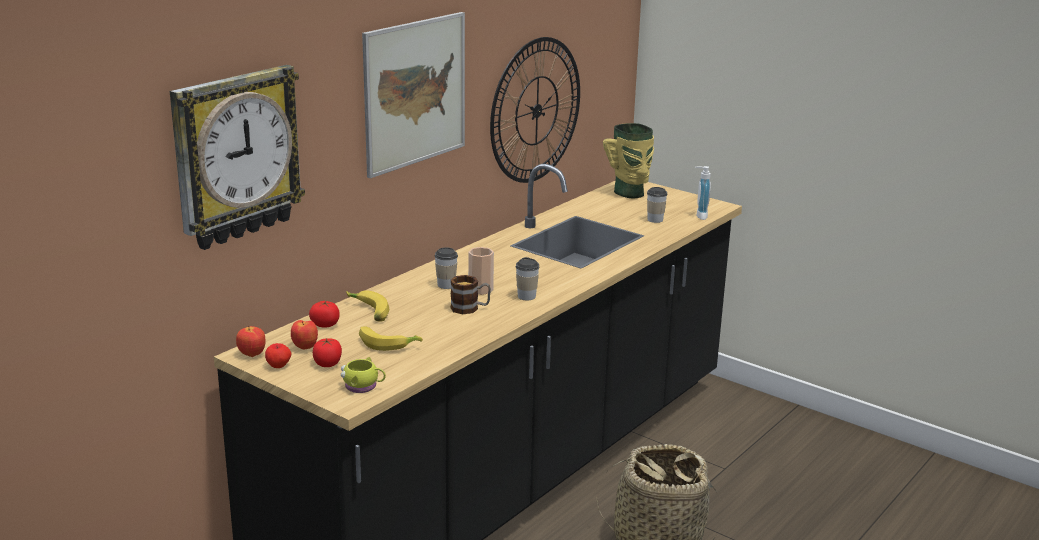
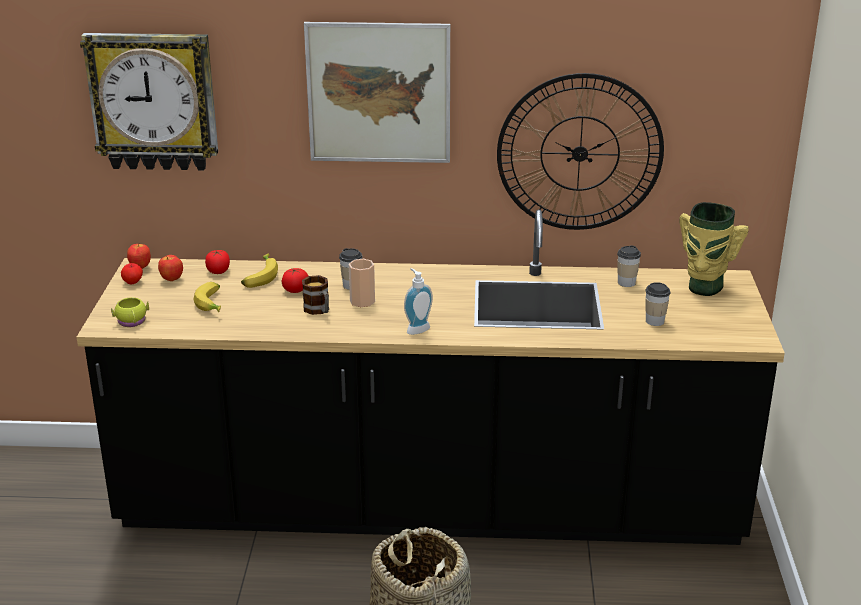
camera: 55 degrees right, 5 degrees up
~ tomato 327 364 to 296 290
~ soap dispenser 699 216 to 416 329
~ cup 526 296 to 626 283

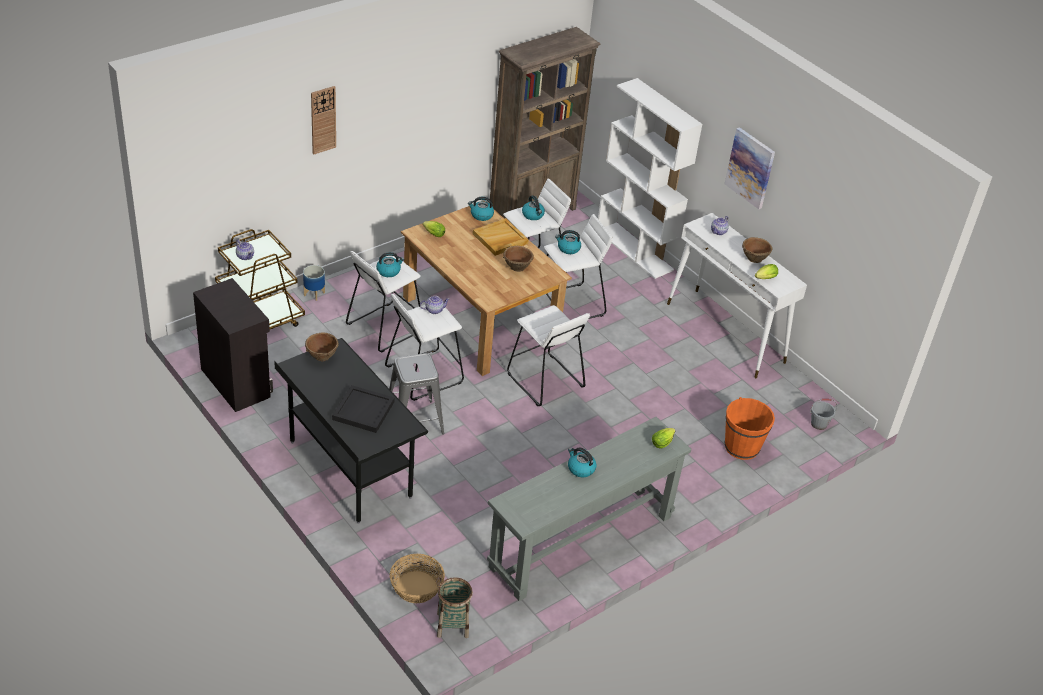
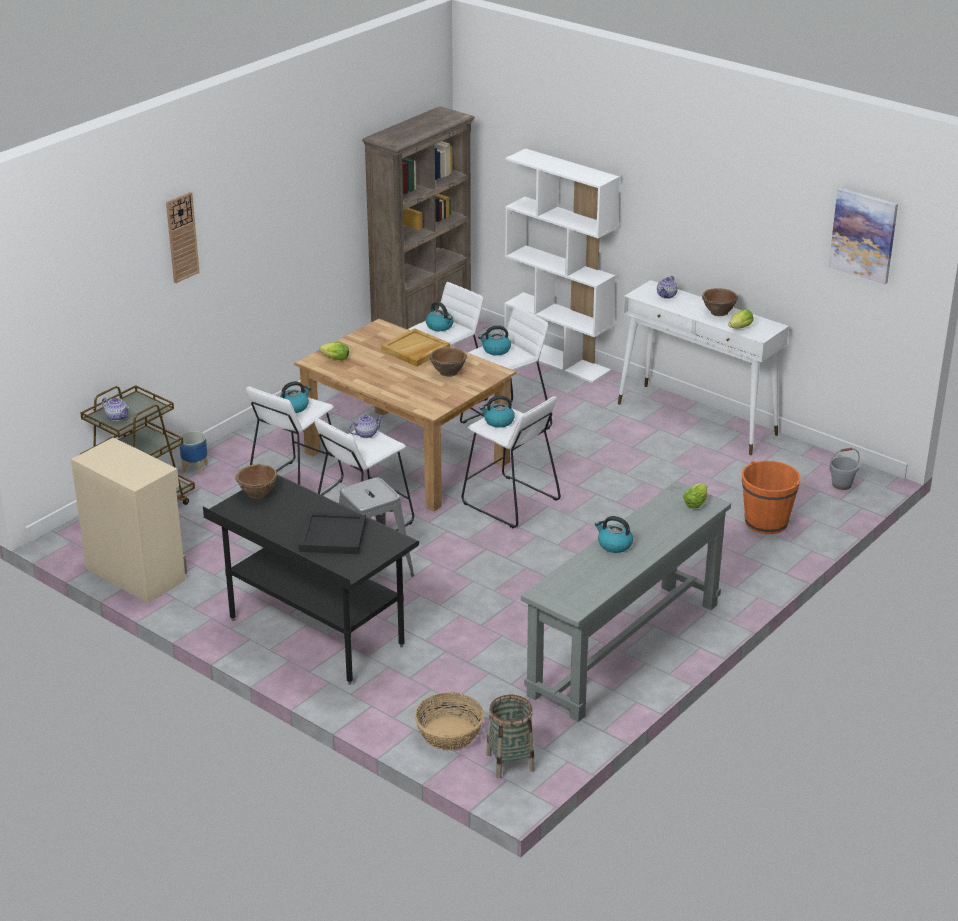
camera: 10 degrees left, 10 degrees down
~ cabinet (black) 236 382 to cabinet (beige) 136 573
~ kettle 481 215 to 498 421
~ picture 750 168 to 863 235

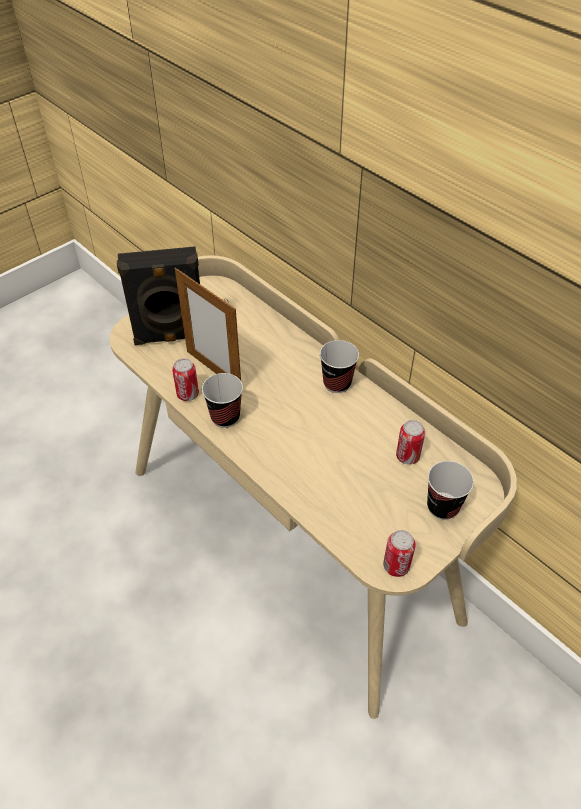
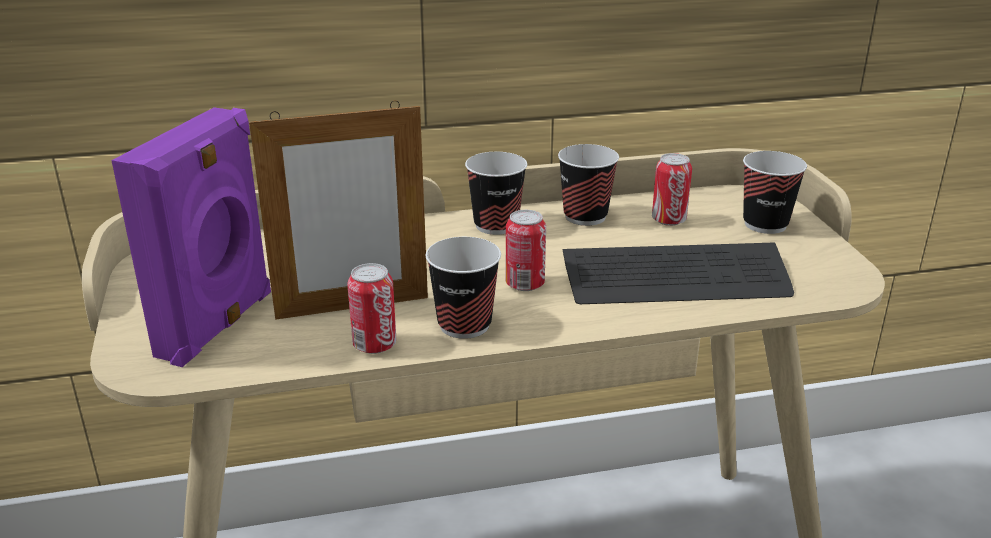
camera: 60 degrees left, 20 degrees down
~ speaker (black) 170 337 to speaker (purple) 219 325
~ can 396 566 to 525 284
+ cup 585 216
+ keyboard 675 278

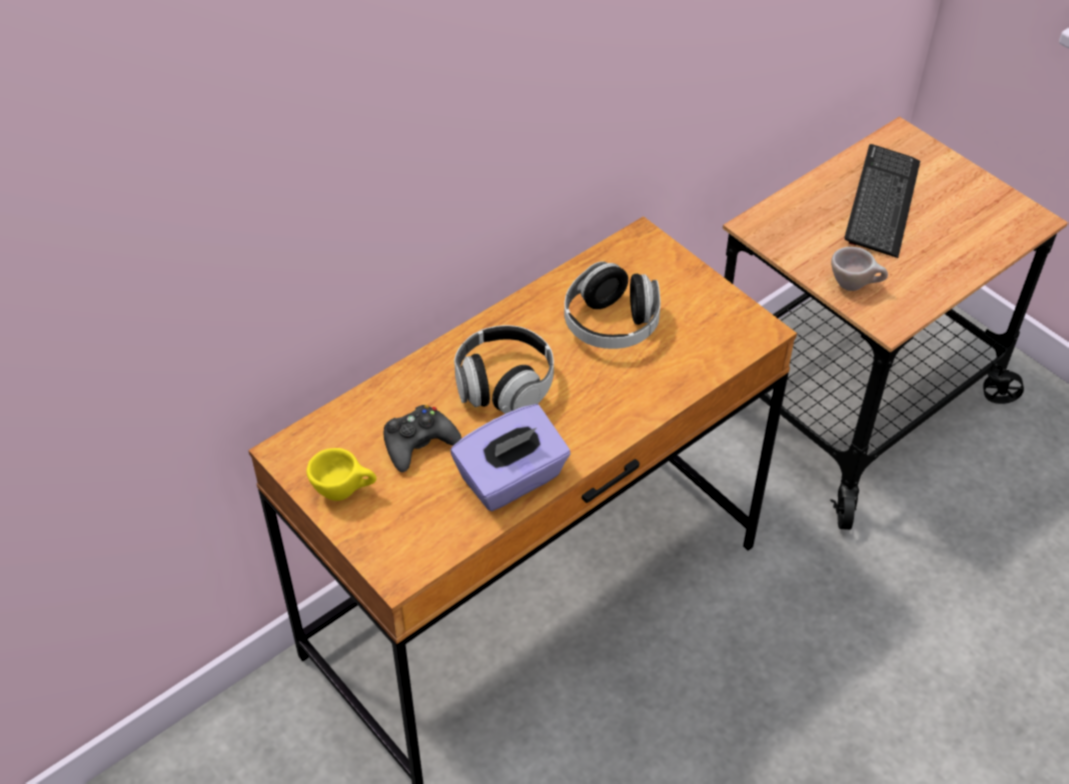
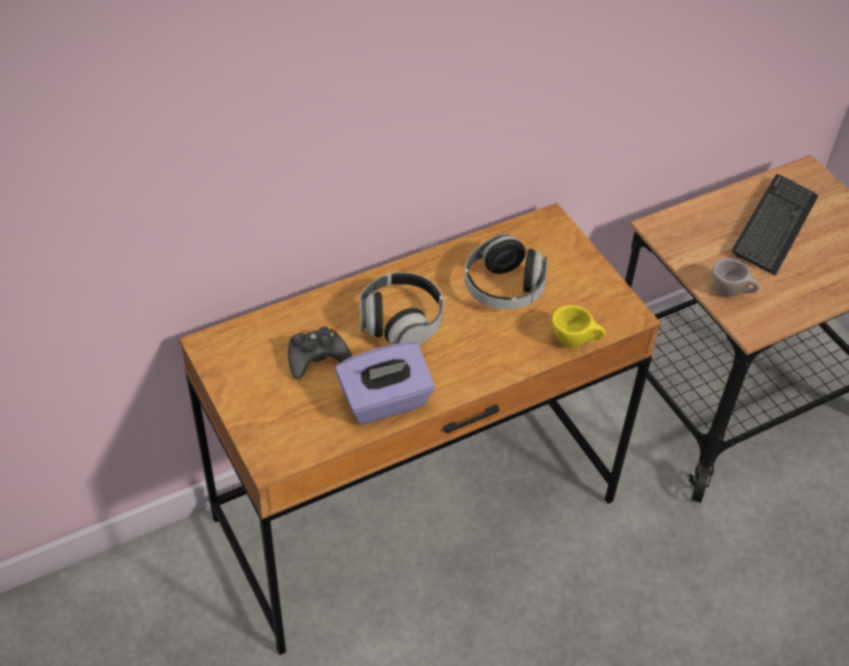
camera: 10 degrees right, 0 degrees up
~ cup (yellow) 345 491 to 575 341

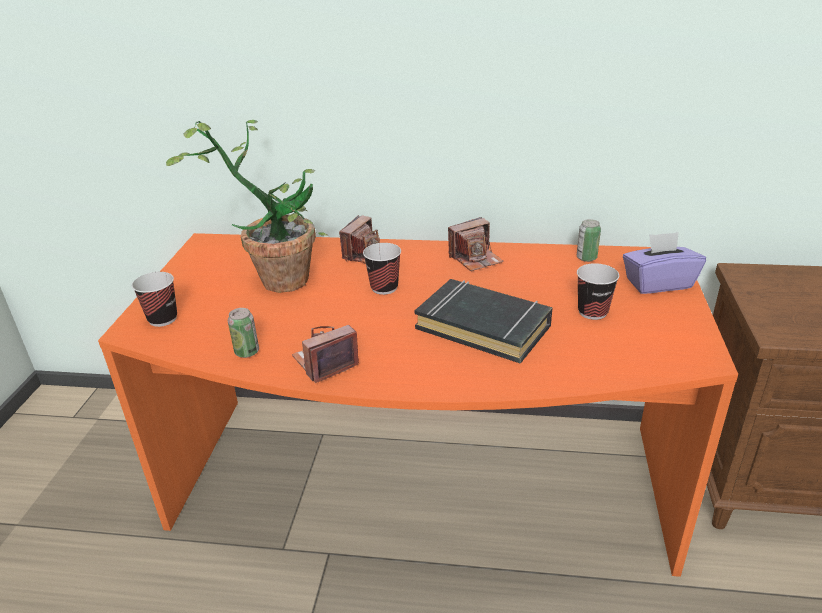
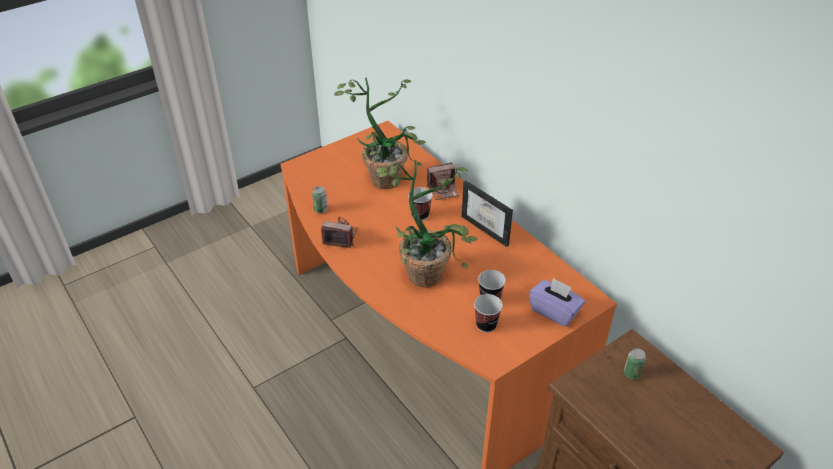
camera: 45 degrees right, 10 degrees up
~ book (black) 483 326 to potted plant 427 269
~ photo camera 475 258 to picture frame 489 228
~ cup 163 319 to 486 325
~ can 586 258 to 631 373

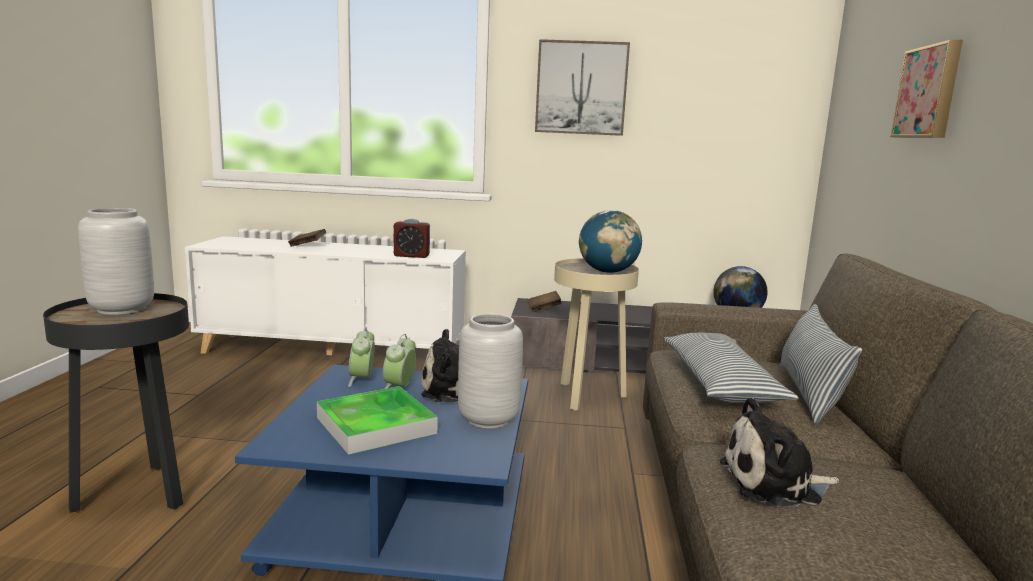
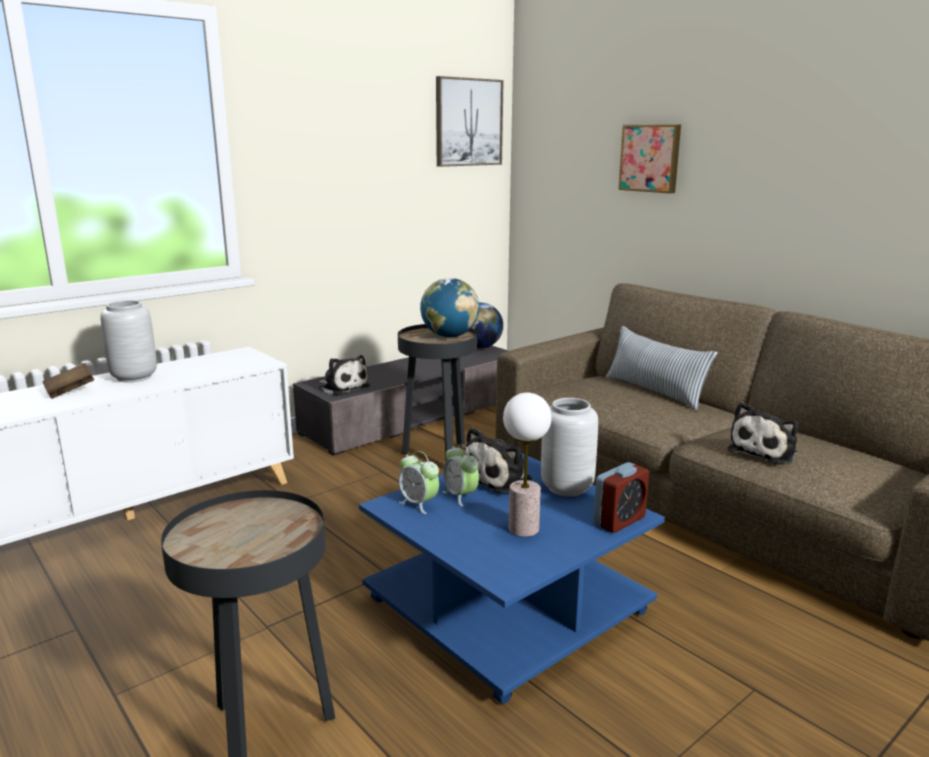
camera: 45 degrees left, 5 degrees up
~ vase (grey) 123 309 to 135 377
~ book (brown) 543 309 to plush toy 342 387
~ side table (beige) 587 397 to side table (black) 438 455
~ picture 581 88 to 468 122
~ tray 376 425 to table lamp 523 528
~ alarm clock 411 256 to 619 521
- pillow 720 383

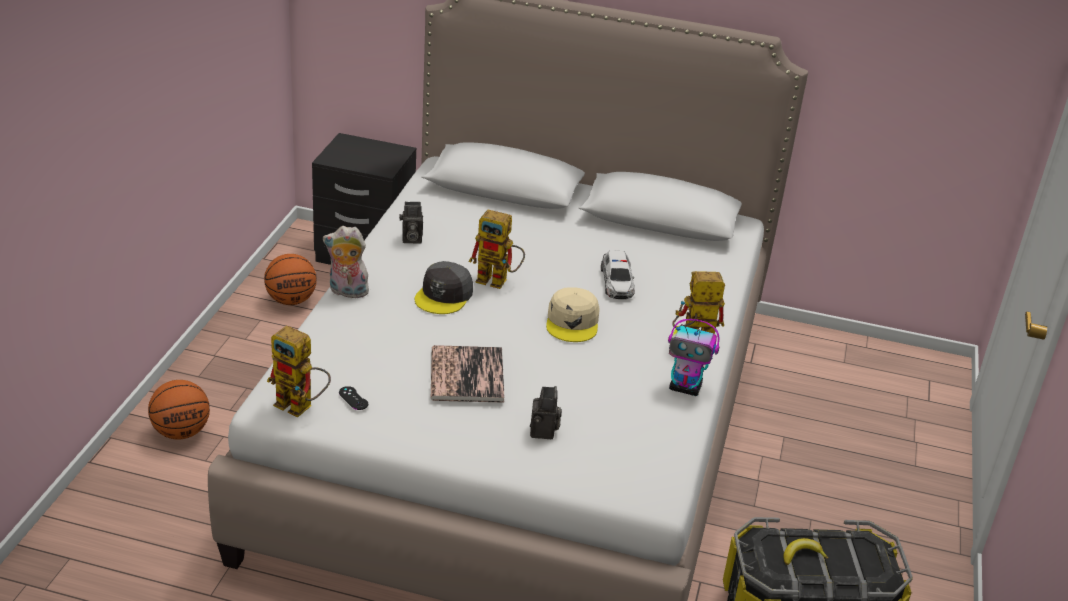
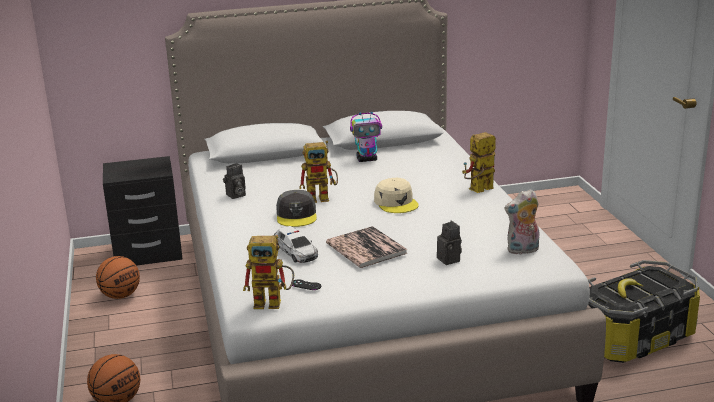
camera: 25 degrees left, 10 degrees down
~ toy car 617 282 to 296 252
~ toy robot 686 388 to 367 159
~ plush toy 347 292 to 522 250

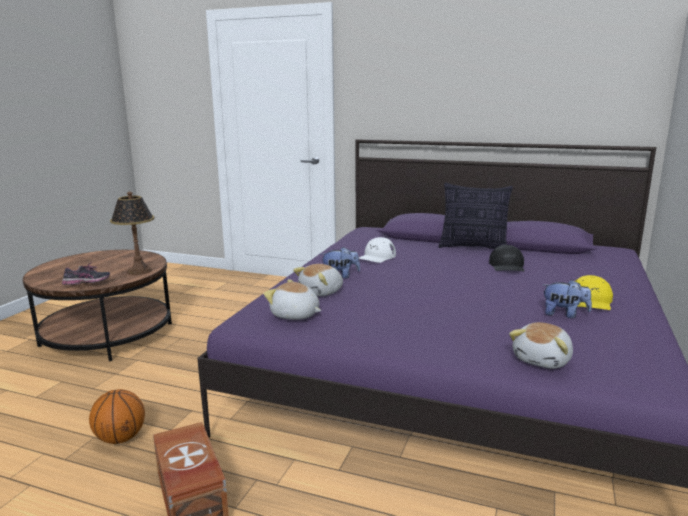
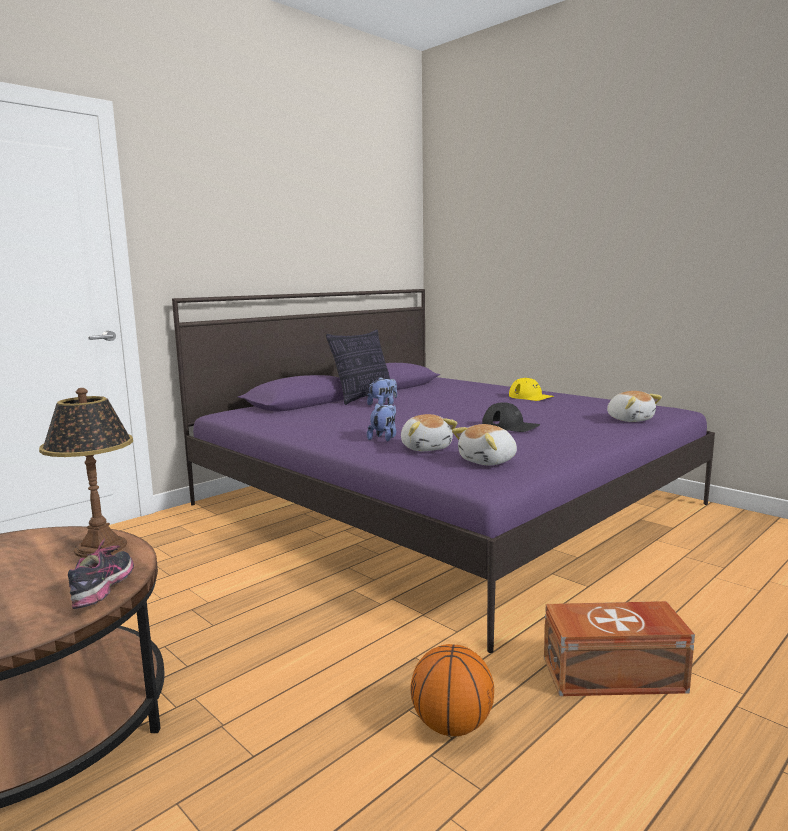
camera: 65 degrees left, 5 degrees down
~ plush toy 564 314 to 383 405
~ cap (black) 507 266 to 510 426
- cap (white) 377 257

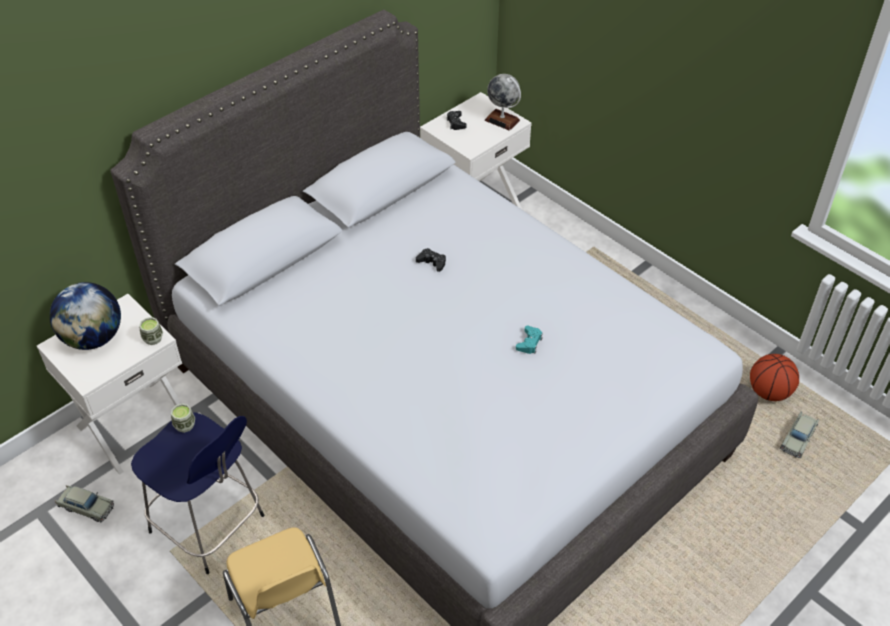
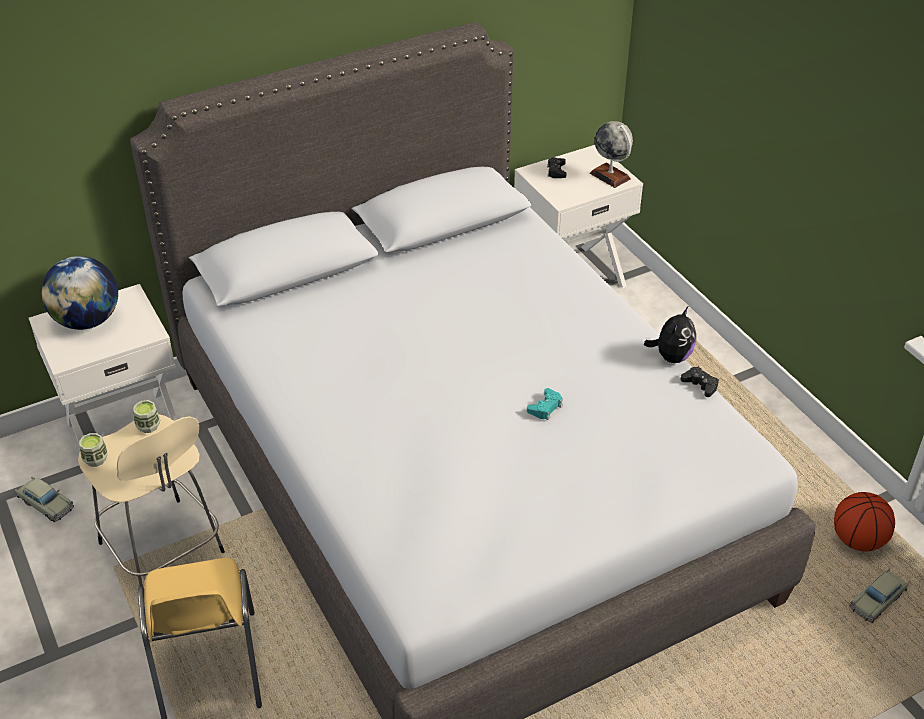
camera: 15 degrees right, 5 degrees down
~ stool (blue) 210 526 to stool (beige) 164 551
~ cup 153 338 to 95 459
+ plush toy 671 356
~ game controller (black) 432 262 to 700 385

